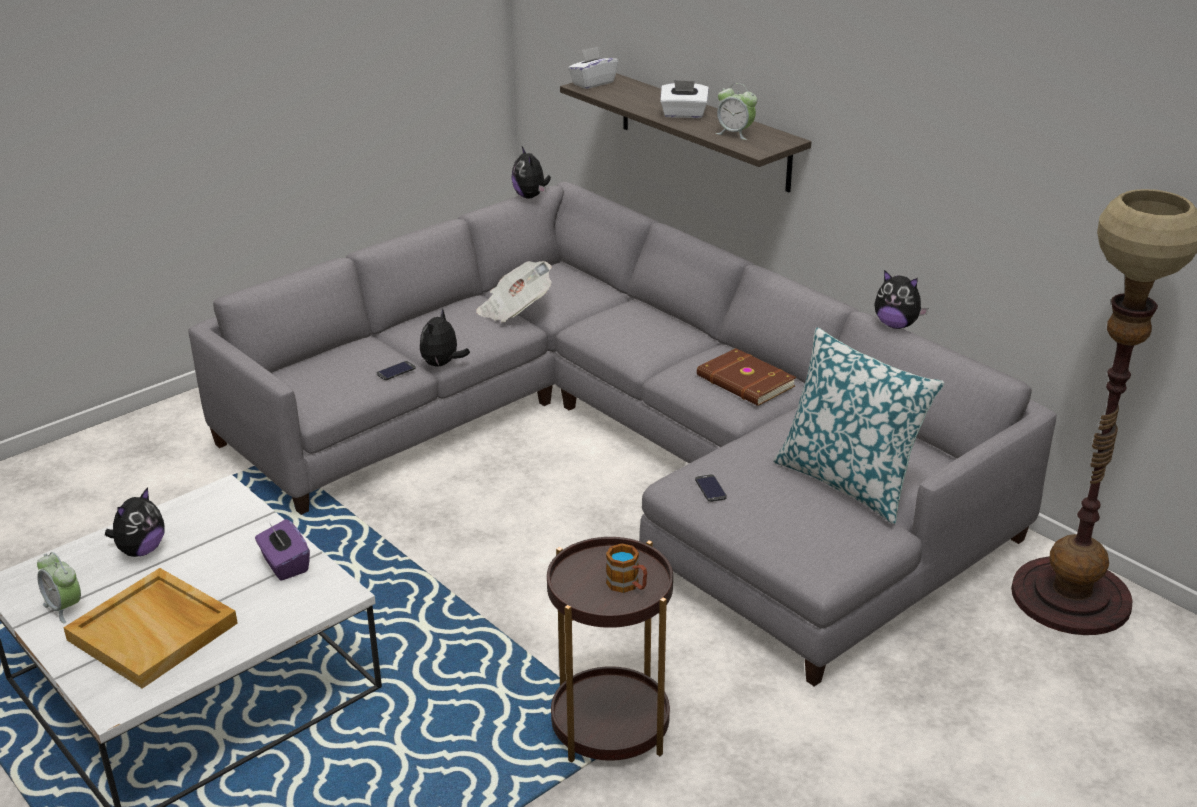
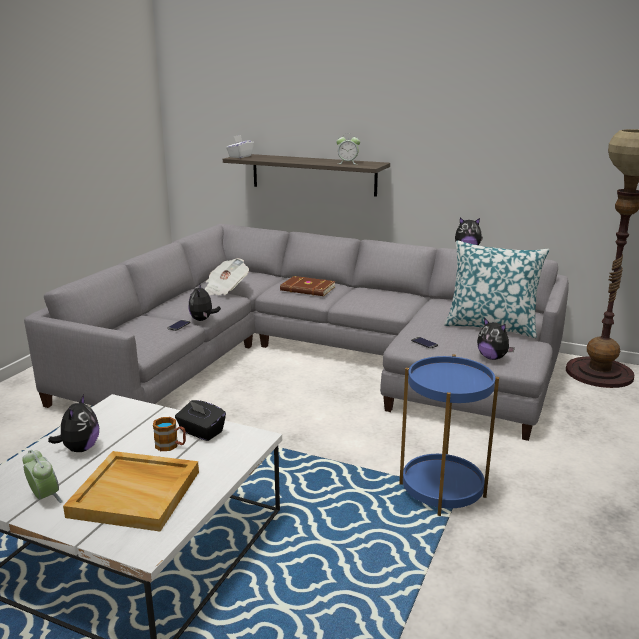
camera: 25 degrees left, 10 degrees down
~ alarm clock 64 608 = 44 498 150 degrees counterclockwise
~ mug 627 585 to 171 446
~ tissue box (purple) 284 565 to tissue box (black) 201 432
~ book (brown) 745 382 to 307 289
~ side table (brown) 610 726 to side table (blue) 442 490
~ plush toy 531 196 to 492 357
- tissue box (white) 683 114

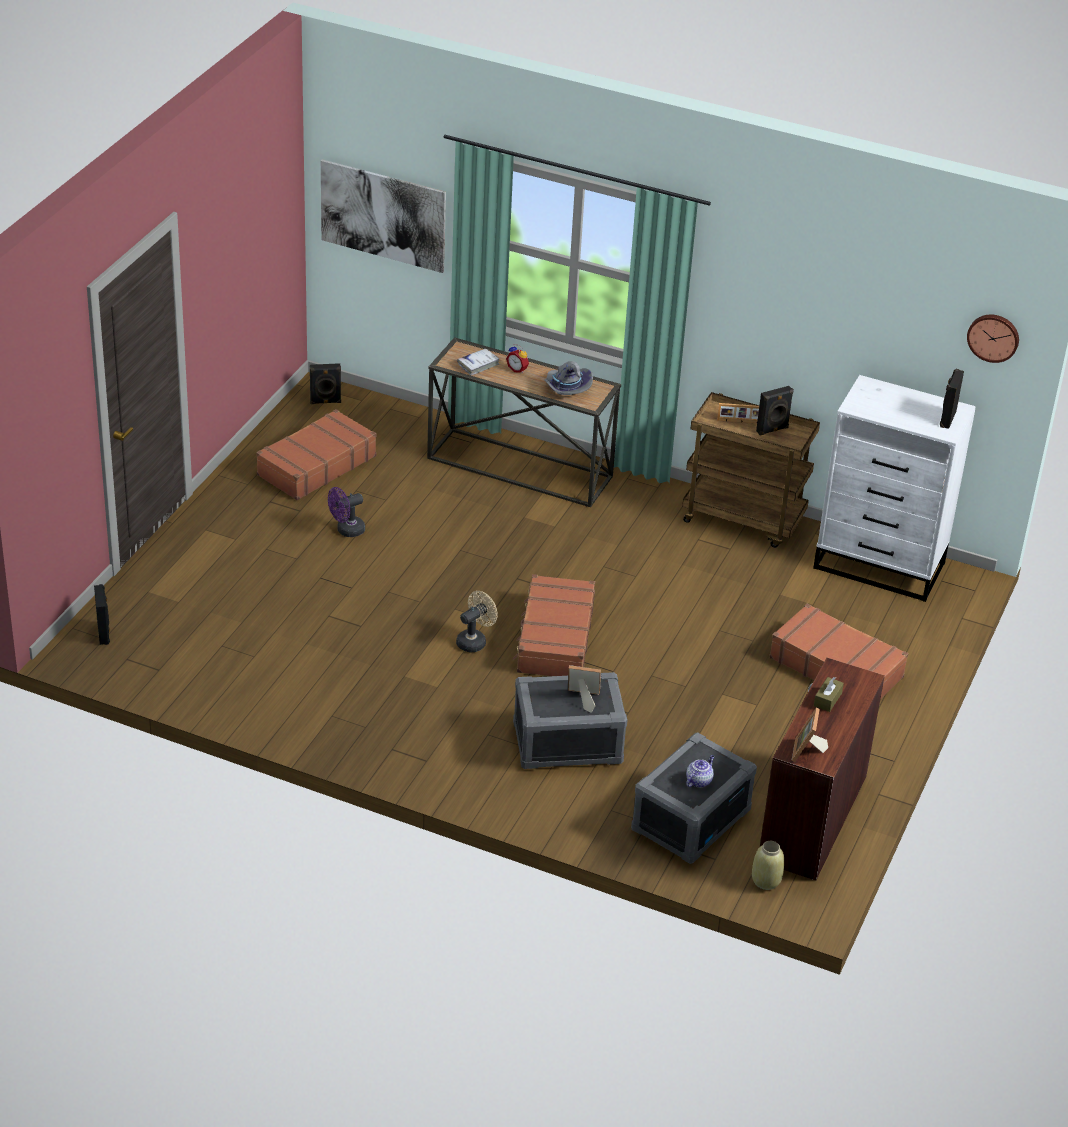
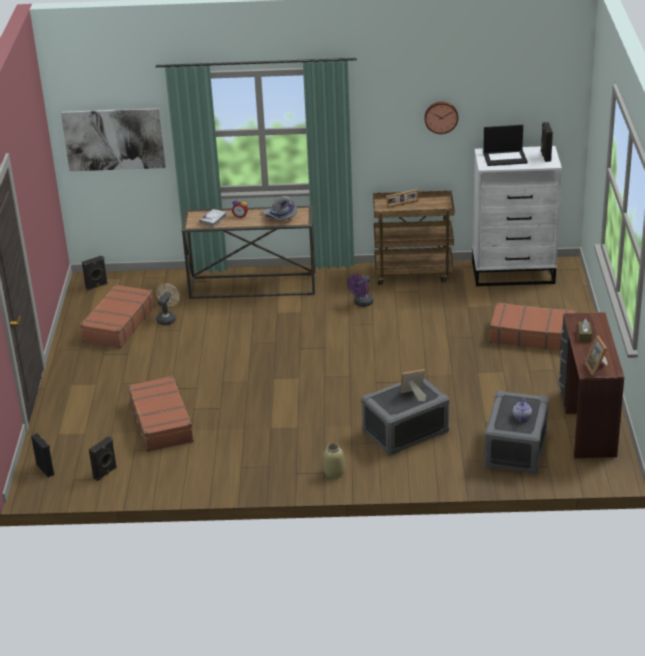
camera: 20 degrees left, 5 degrees down
~ speaker (black) 772 430 to 105 473
~ suitcase (brown) 554 638 to 160 422
~ fan (beige) 474 641 to 167 318
~ vase (beige) 766 881 to 334 473
~ fan (purple) 346 531 to 361 303
~ wall clock 993 337 to 441 117
+ laptop 505 158

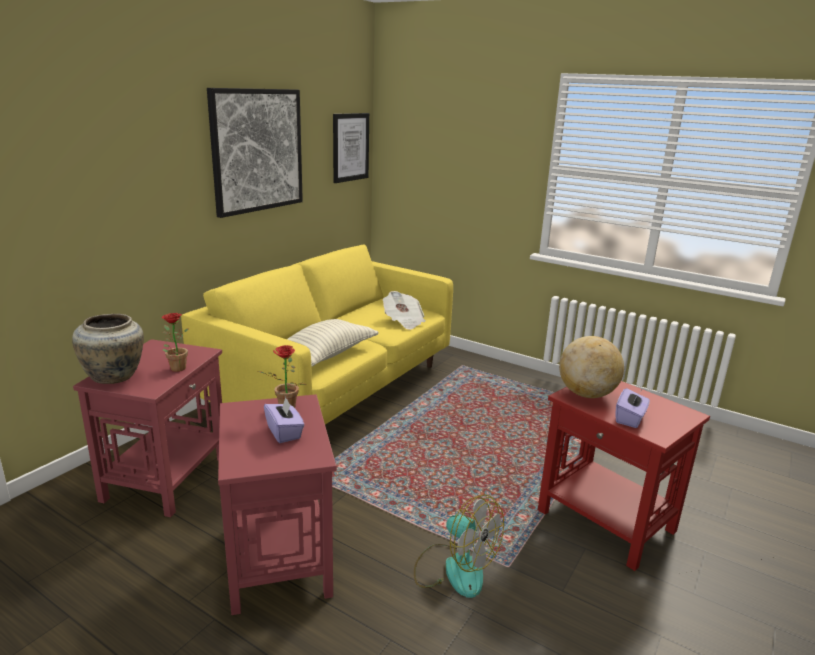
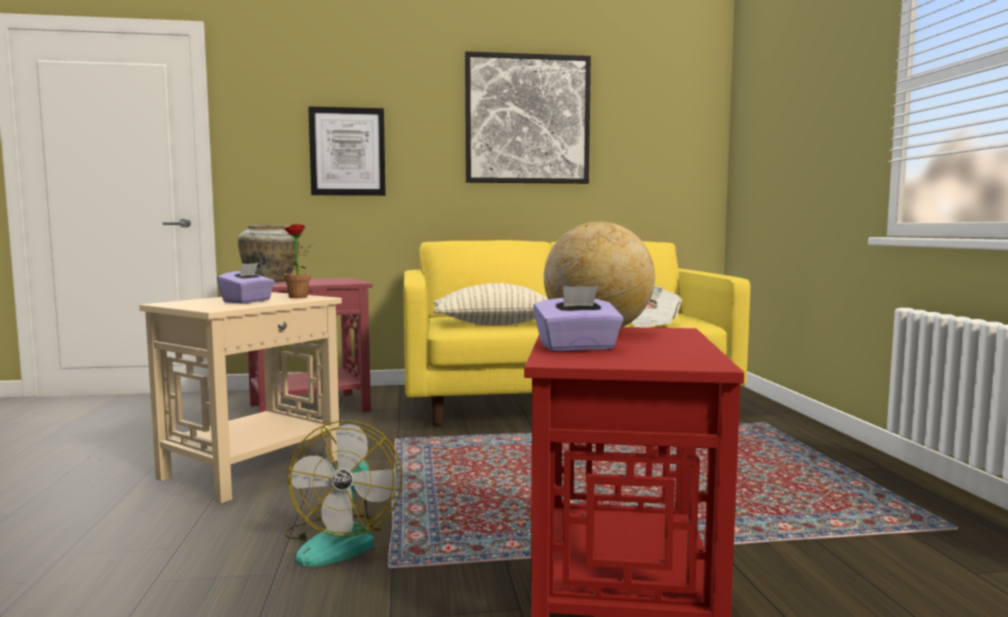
camera: 50 degrees right, 15 degrees down
~ side table (red) 279 559 to side table (beige) 252 469
~ picture 350 147 to 347 152
- potted plant 176 367

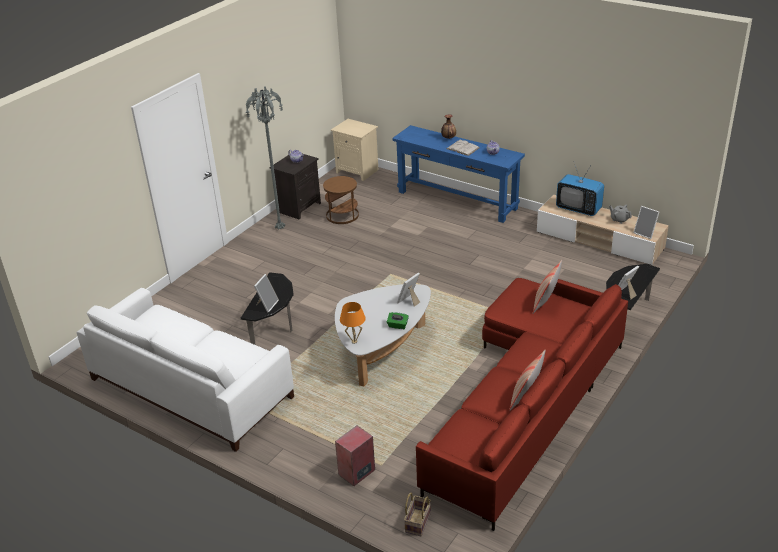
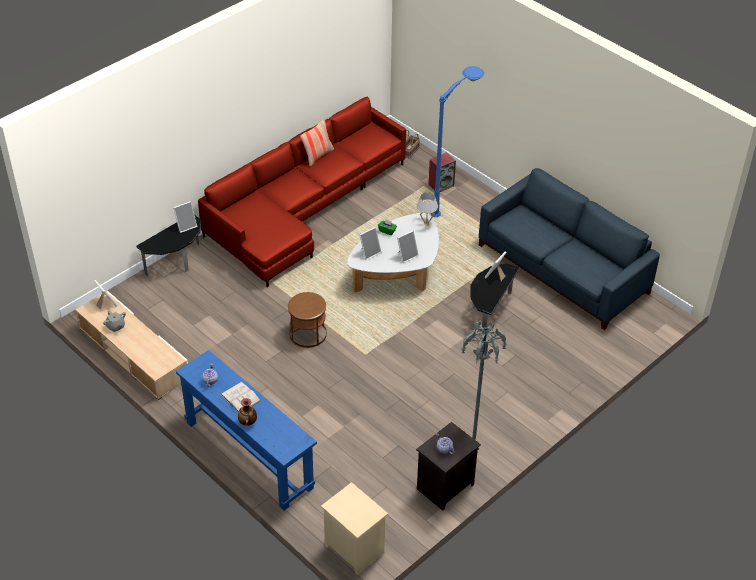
camera: 170 degrees left, 10 degrees up
~ side table (brown) 342 215 to 308 334
+ picture frame 406 255
~ table lamp (orange) 354 341 to table lamp (white) 426 224
+ floor lamp (blue) 456 199
~ sofa (white) 191 387 to sofa (blue) 562 269
- pillow 545 302
- television 578 209

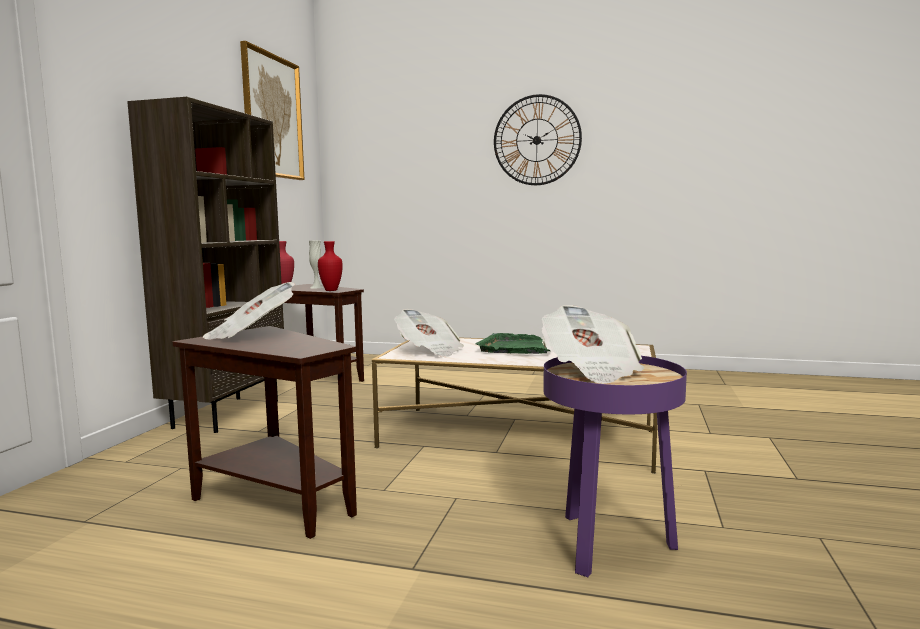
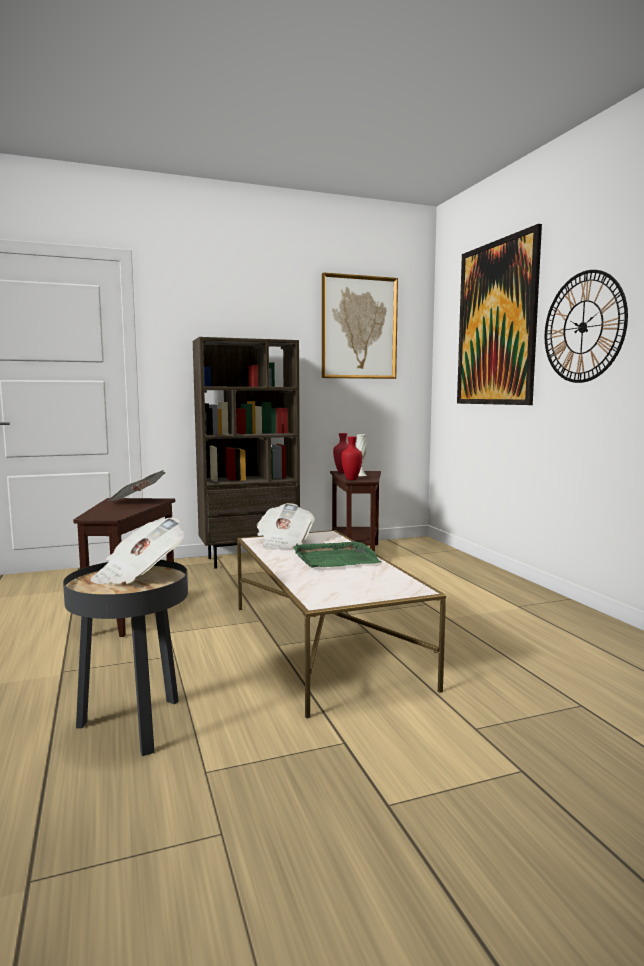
camera: 55 degrees right, 0 degrees up
~ side table (purple) 607 544 to side table (black) 134 725
+ picture 496 324

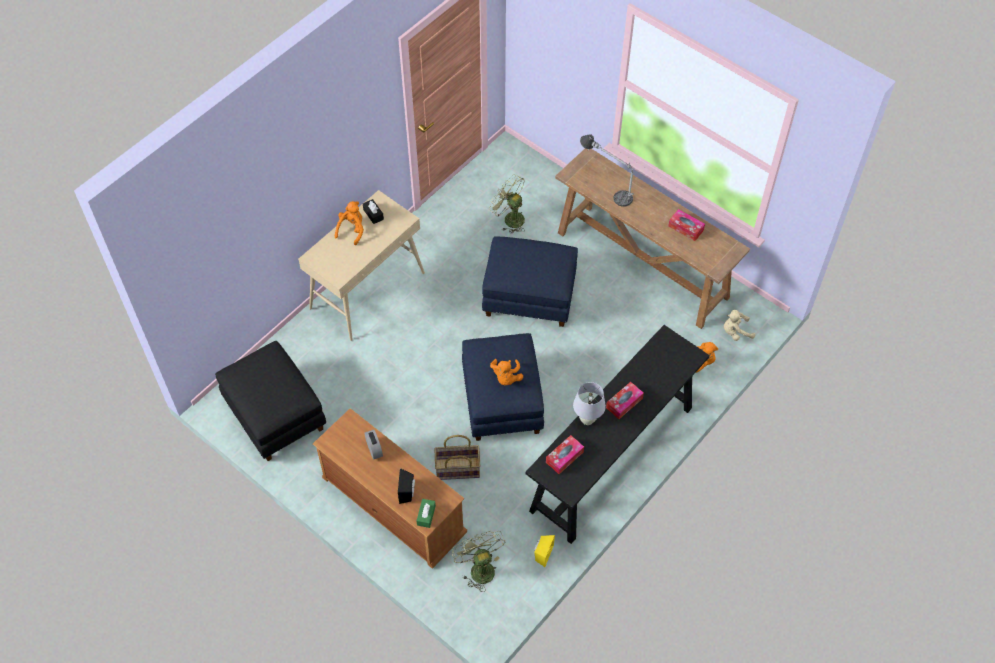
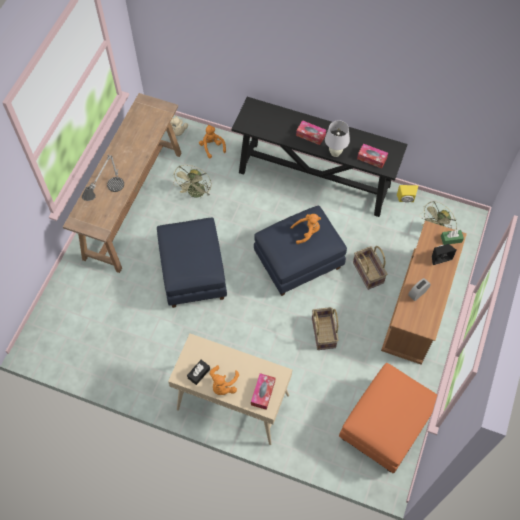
camera: 110 degrees left, 5 degrees up
~ fan (green) 509 218 to 195 194
~ plush toy (orange) 352 230 = 223 385 75 degrees counterclockwise
~ tissue box 686 228 to 263 393
+ basket 324 333
~ ottoman (black) 274 415 to ottoman (orange) 385 426

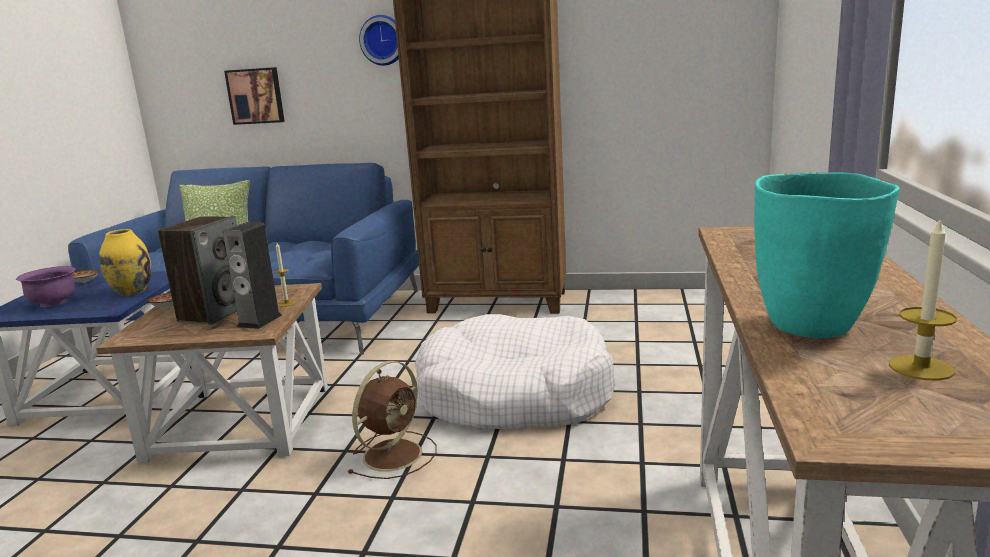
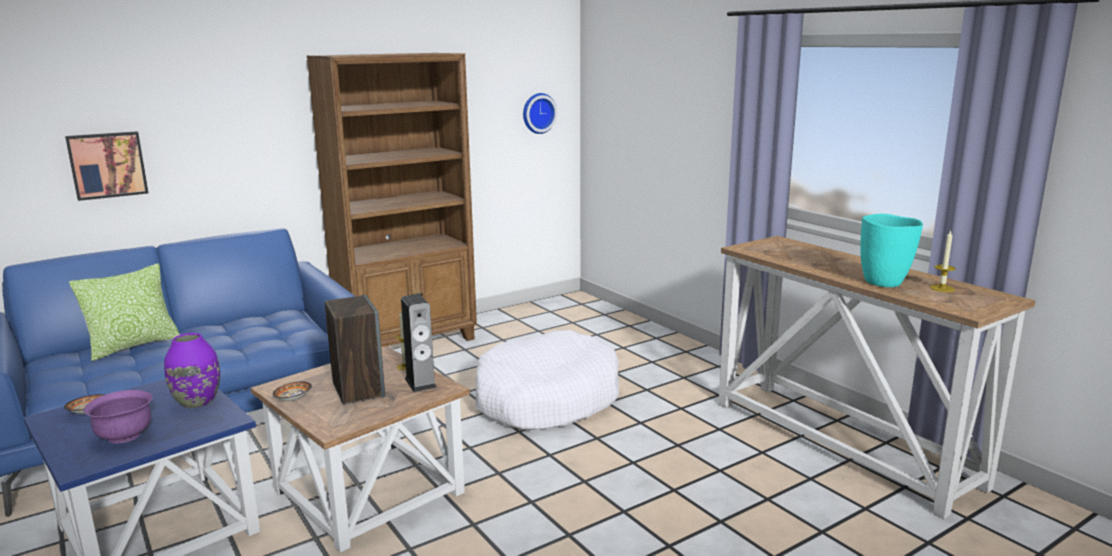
camera: 45 degrees left, 0 degrees up
~ vase (yellow) 132 292 to vase (purple) 197 402
~ wall clock 383 40 to 538 113
- fan (brown) 394 454

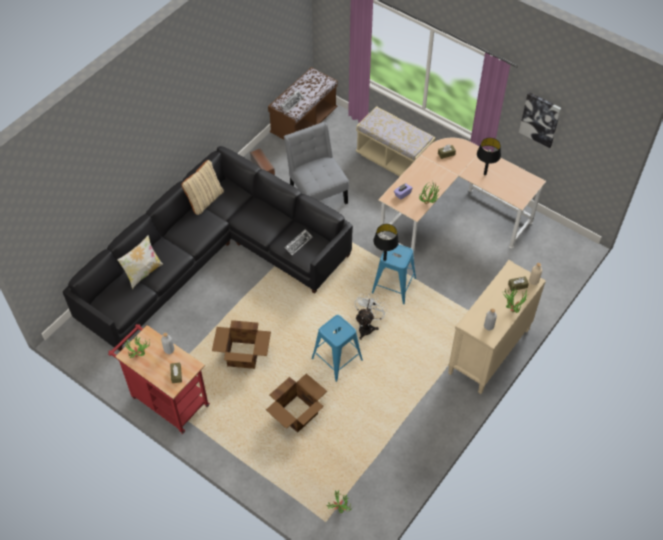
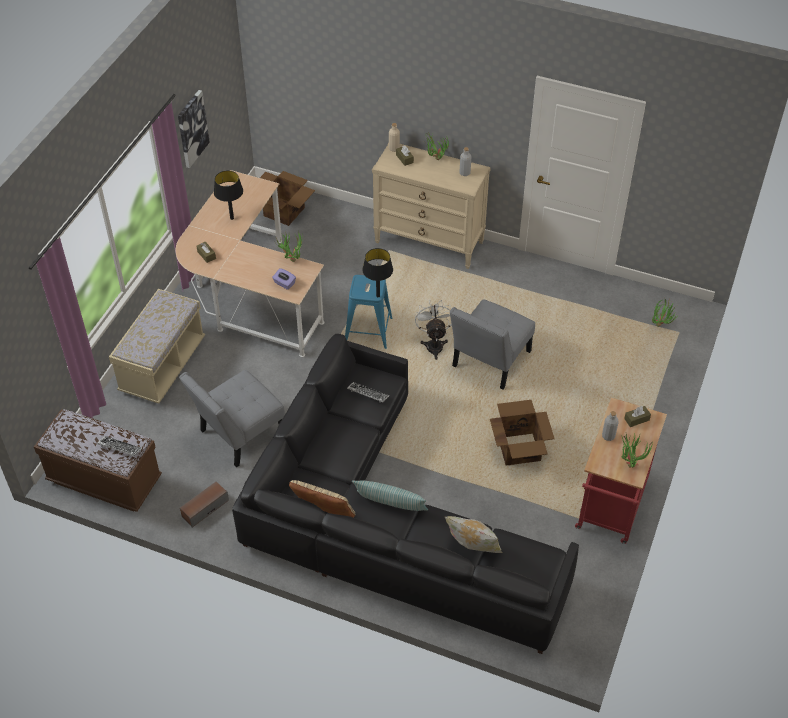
camera: 105 degrees left, 5 degrees down
~ cardboard box 297 413 to 283 211
+ pillow 390 505
~ fan (white) 367 326 = 434 344 75 degrees clockwise
~ stool (blue) 337 359 to chair (grey) 489 362

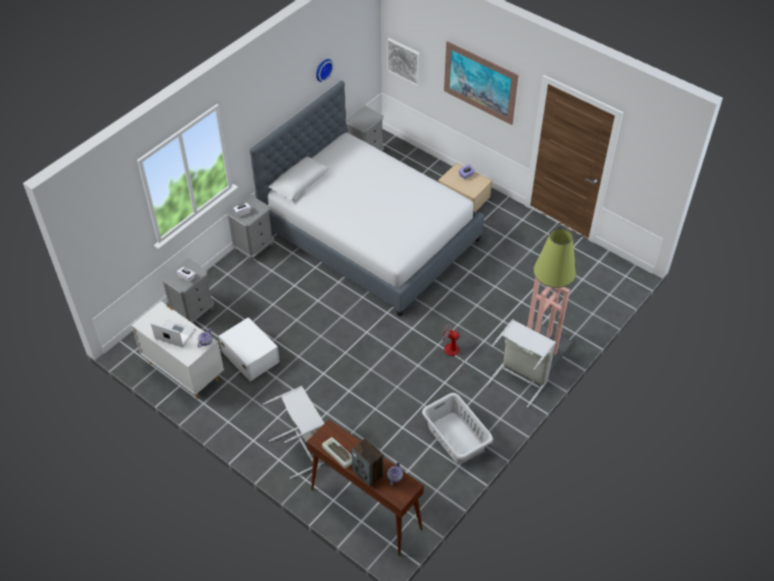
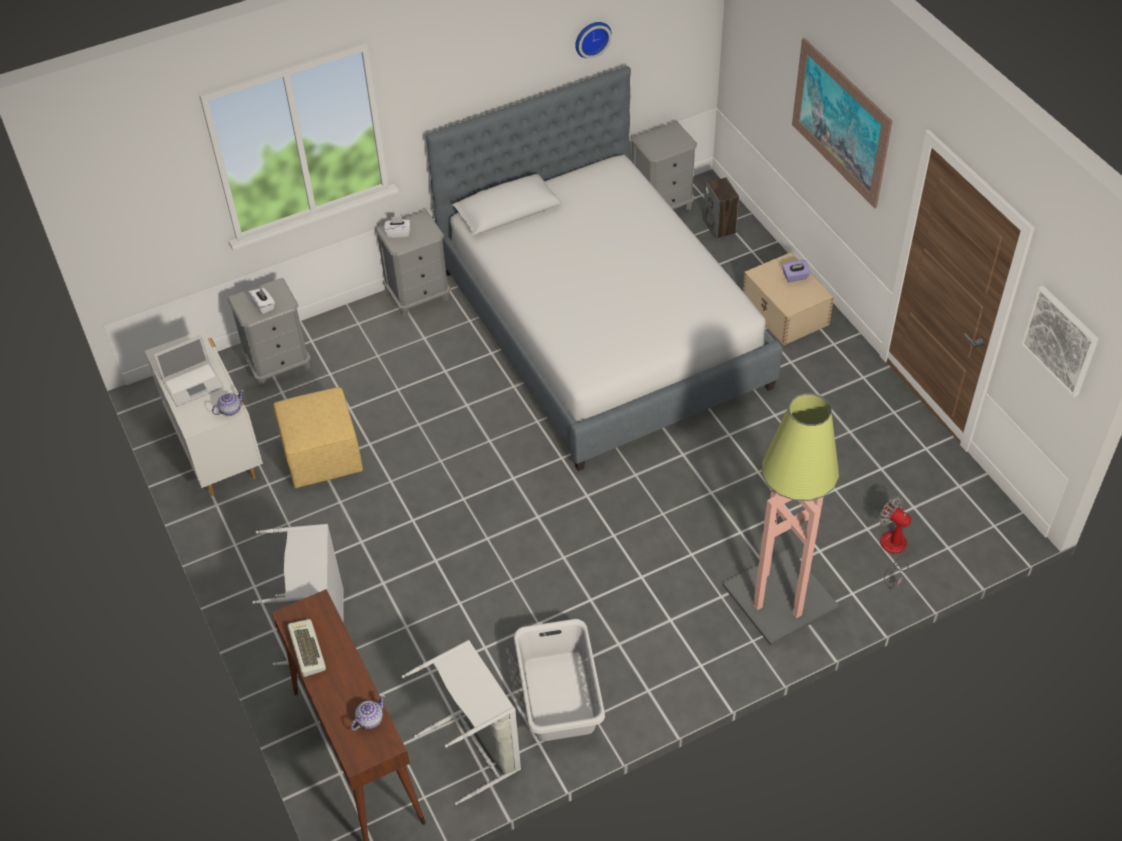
camera: 25 degrees right, 0 degrees up
~ laptop 174 334 = 194 383 105 degrees clockwise
~ storage box (white) 250 356 to ottoman (yellow) 321 457
~ laundry basket (grey) 520 379 to 477 747
~ speaker 368 473 to 719 226
~ fan 453 354 to 893 551
~ picture 404 61 to 1060 340

